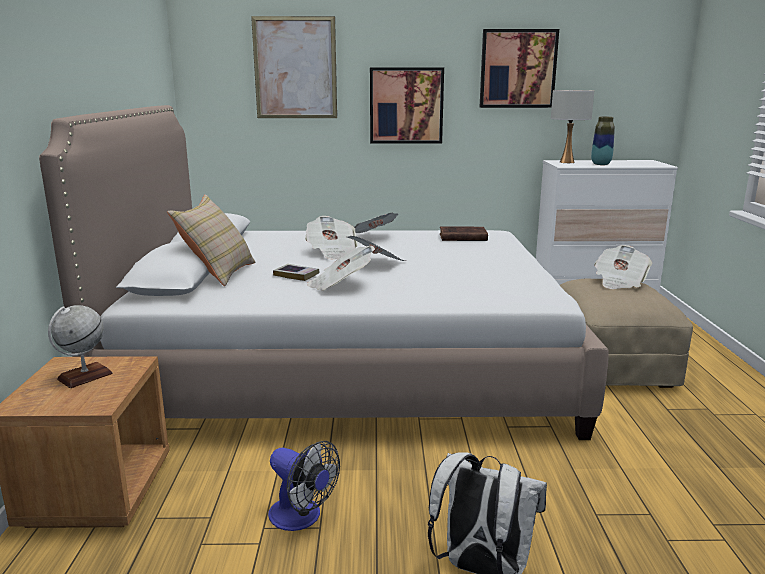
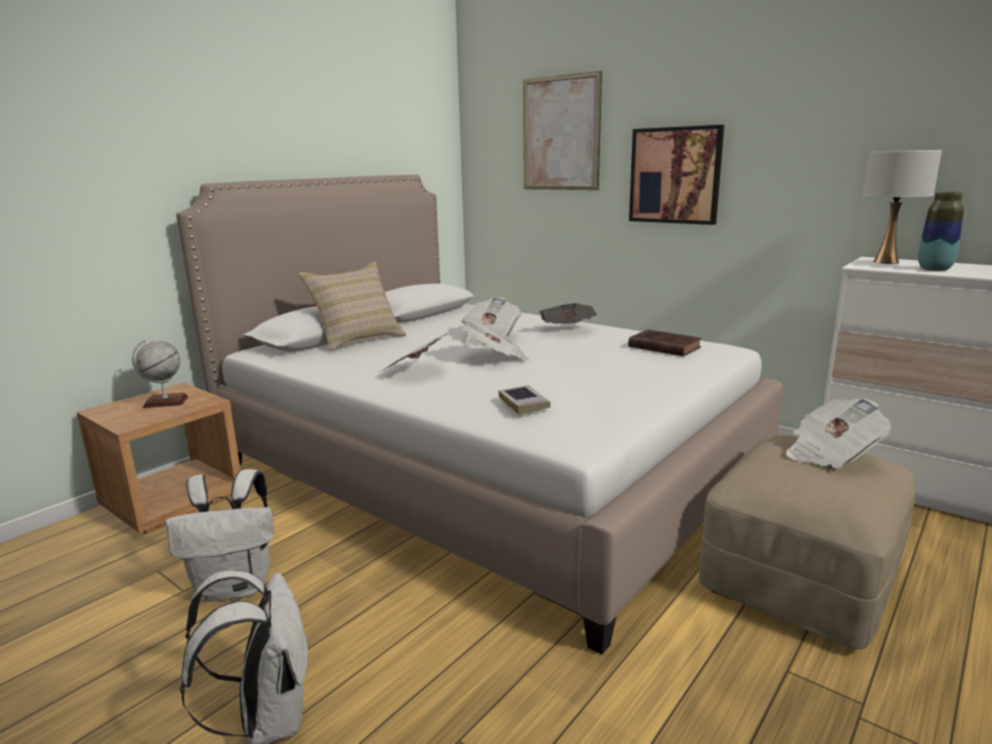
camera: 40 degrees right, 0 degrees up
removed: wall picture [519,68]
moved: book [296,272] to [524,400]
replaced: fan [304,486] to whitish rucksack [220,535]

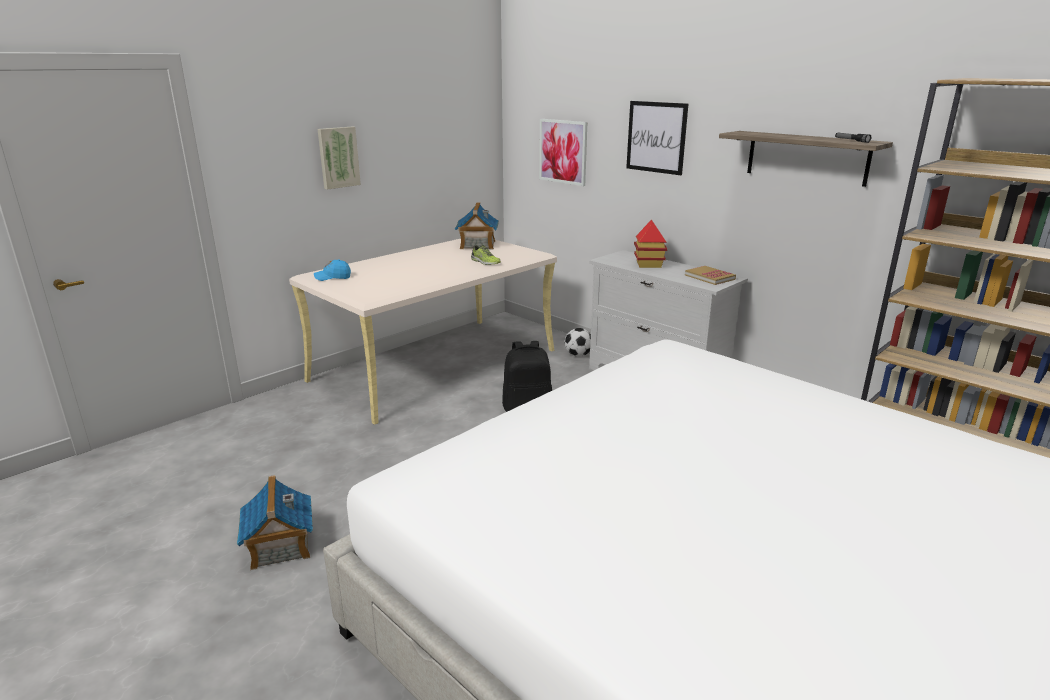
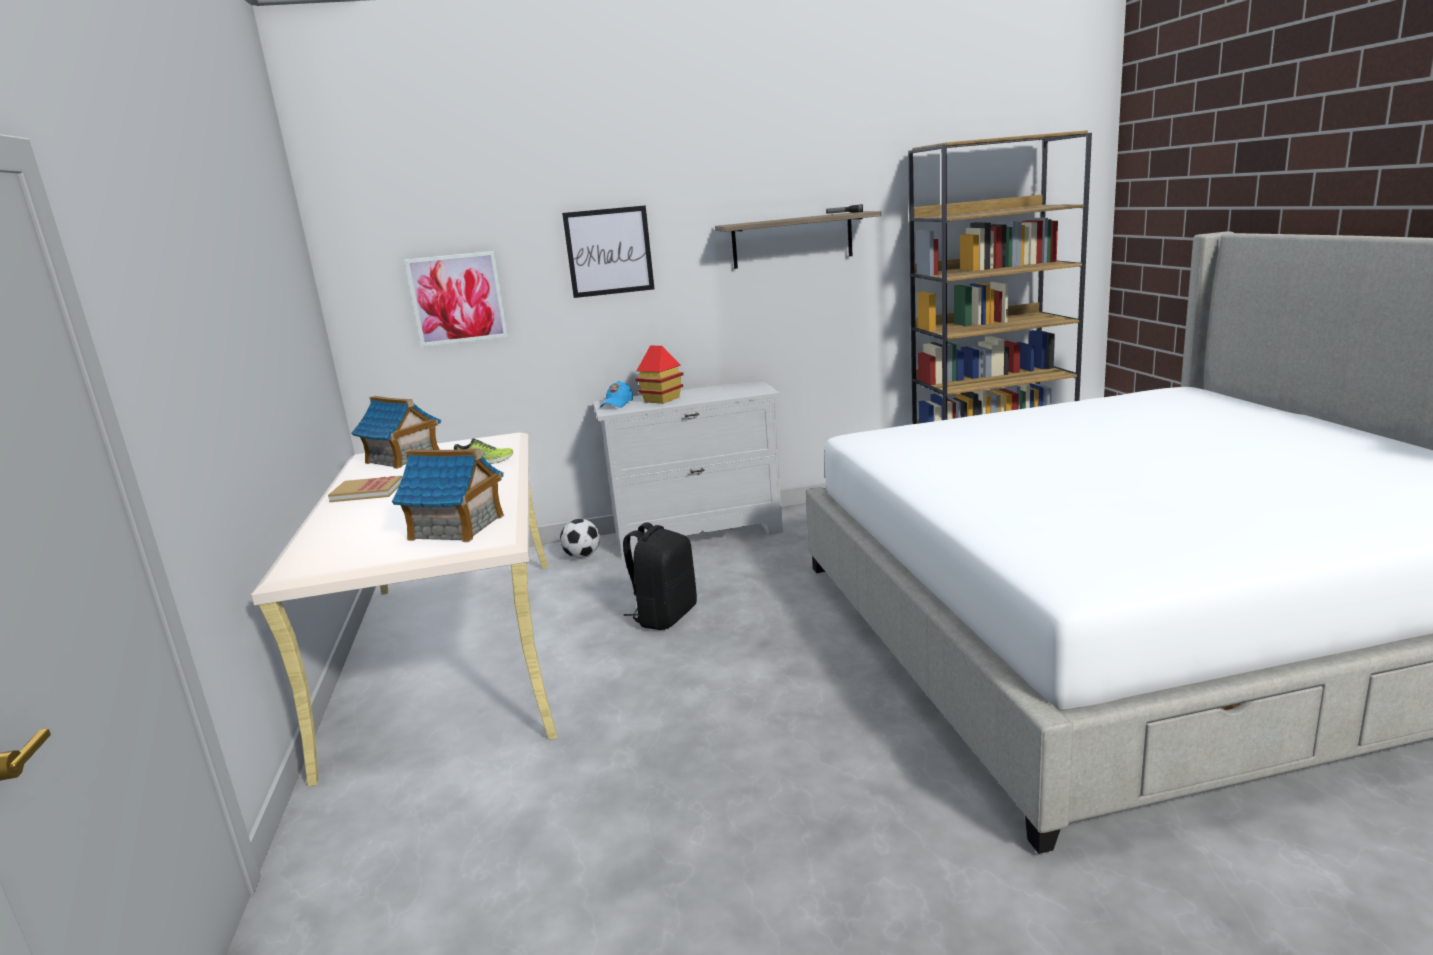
camera: 55 degrees left, 5 degrees down
removed: wall picture [339,158]
moved: book [710,275] to [365,489]; model house [275,522] to [448,495]; blue-coloured peaked cap [332,270] to [616,394]

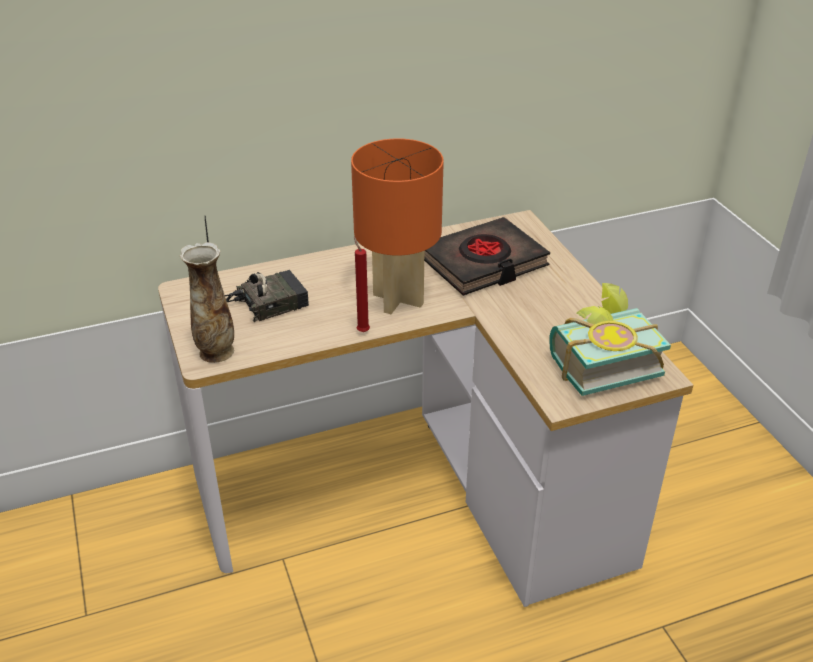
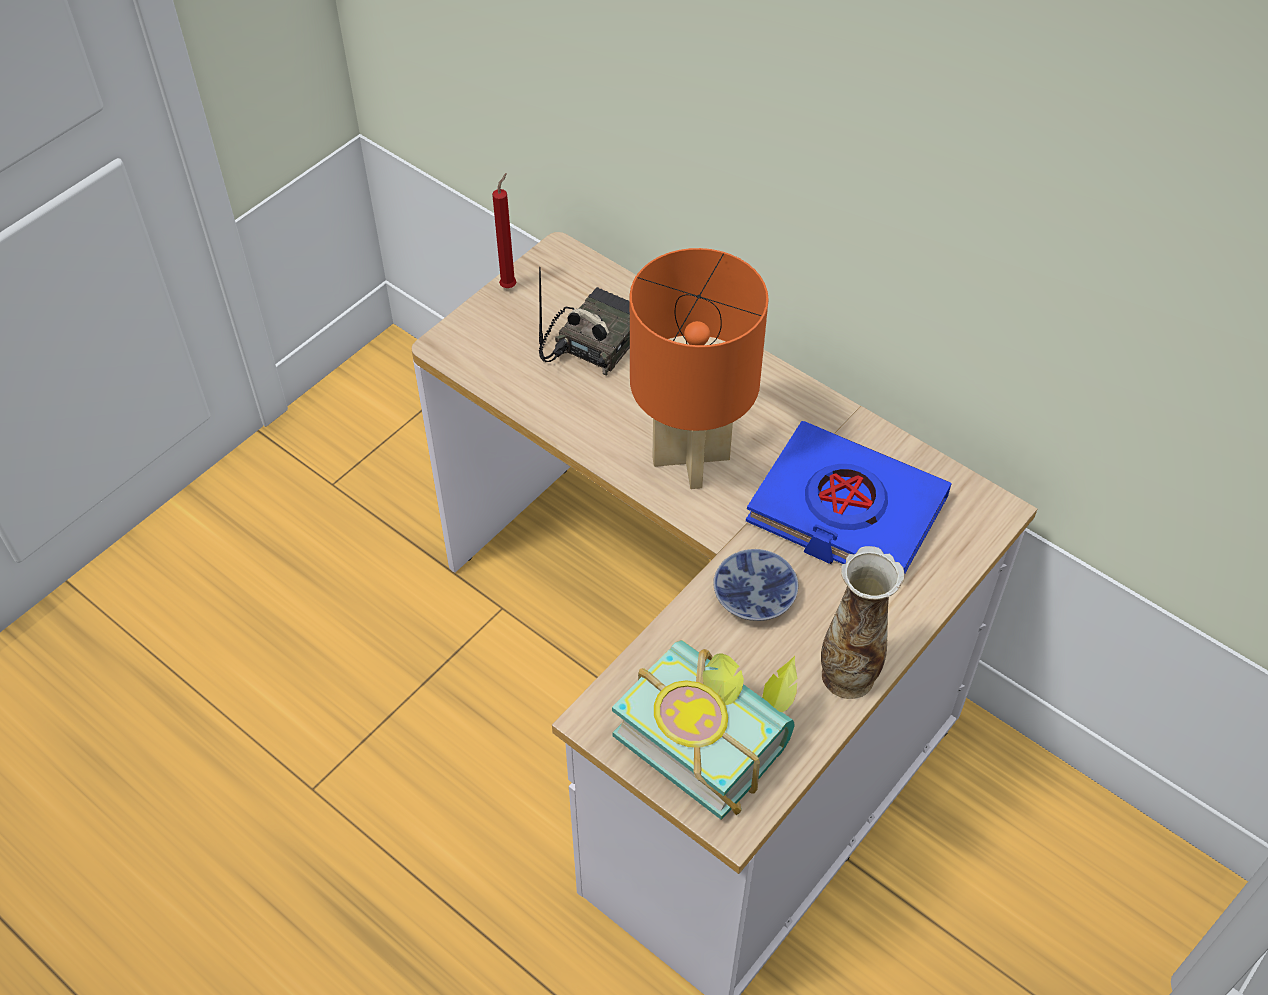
camera: 60 degrees right, 15 degrees up
added: deep dish [755,585]
moved: red wax light [362,284] to [504,230]; flower vase [206,302] to [863,622]
recoloured: black-coloured book [487,256] to blue-coloured book [849,497]
turned: radio receiver [257,269] = [584,321] 90 degrees counterclockwise

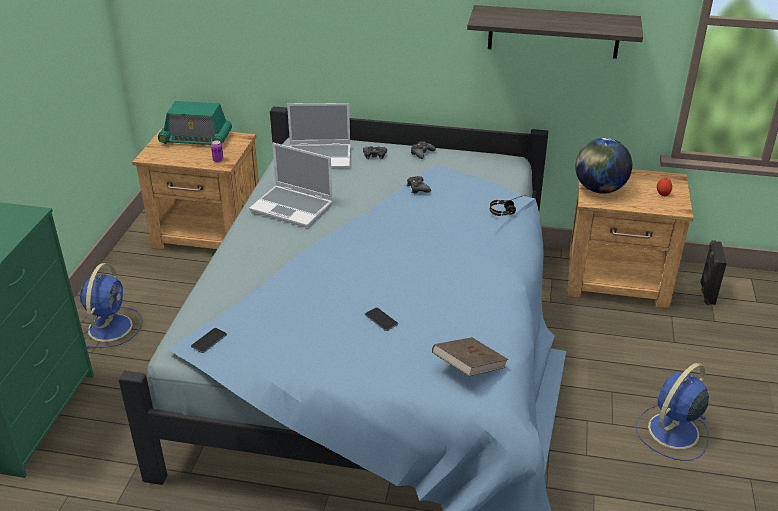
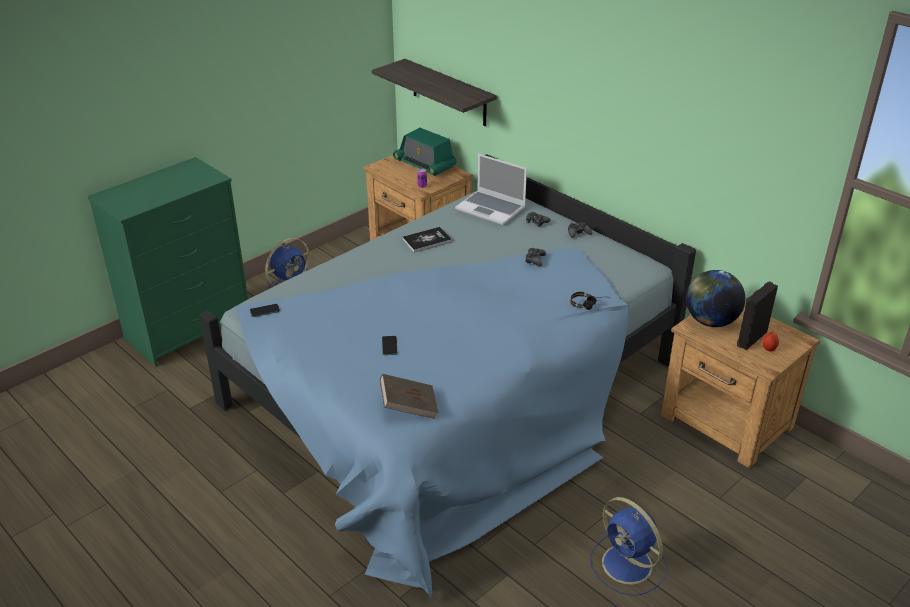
camera: 35 degrees right, 0 degrees up
moved: bracket shelf [555,32] to [434,92]; black-coloured loudspeaker [713,272] to [757,315]
replaced: laptop [291,185] to book [427,240]
turned: blue-coloured fan [672,412] = [628,546] 120 degrees counterclockwise

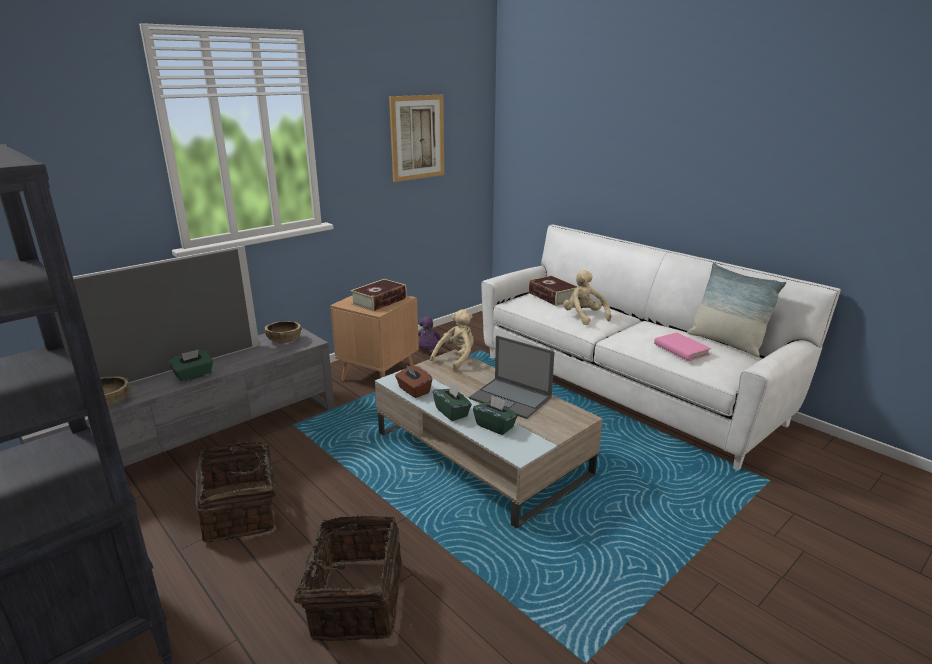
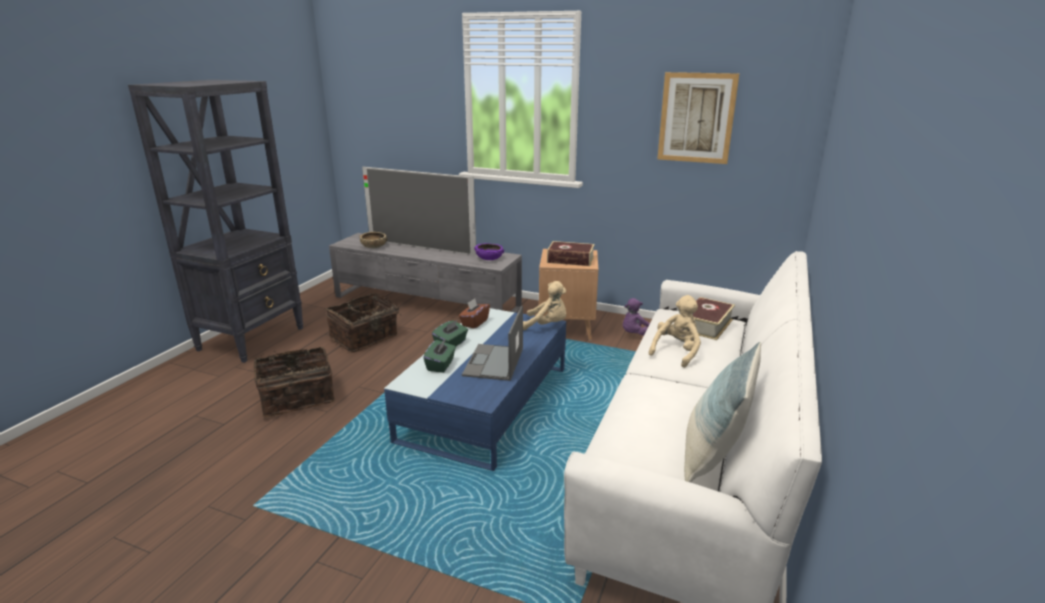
camera: 65 degrees right, 0 degrees up
removed: greenish box of tissues [190,366]; pink book [682,346]
recoloured: beige-coloured coffee table [489,439] to blue-coloured coffee table [475,389]; brownish deep dish [283,332] to purple deep dish [489,251]

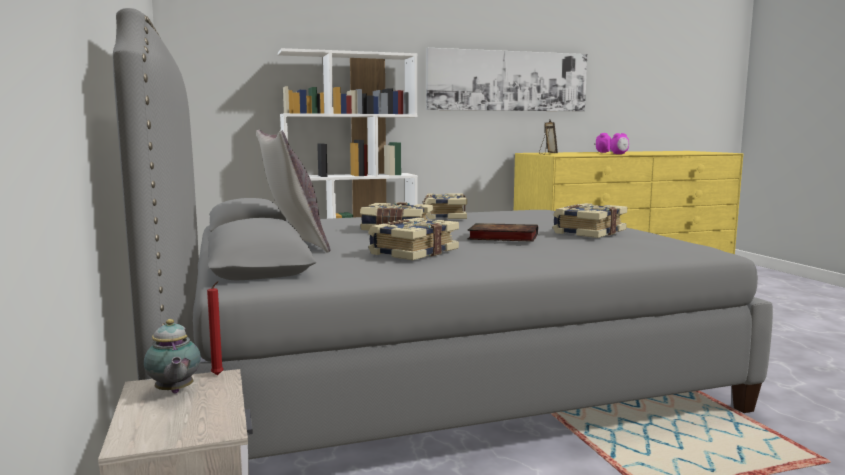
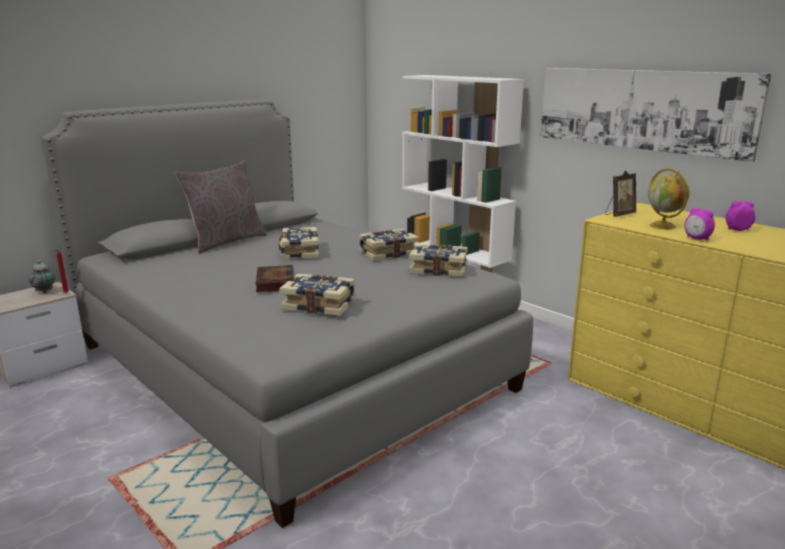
camera: 65 degrees right, 10 degrees up
added: globe [669,198]
moved: book [413,239] to [438,260]
turned: pot for tea [172,356] = [41,277] 105 degrees clockwise

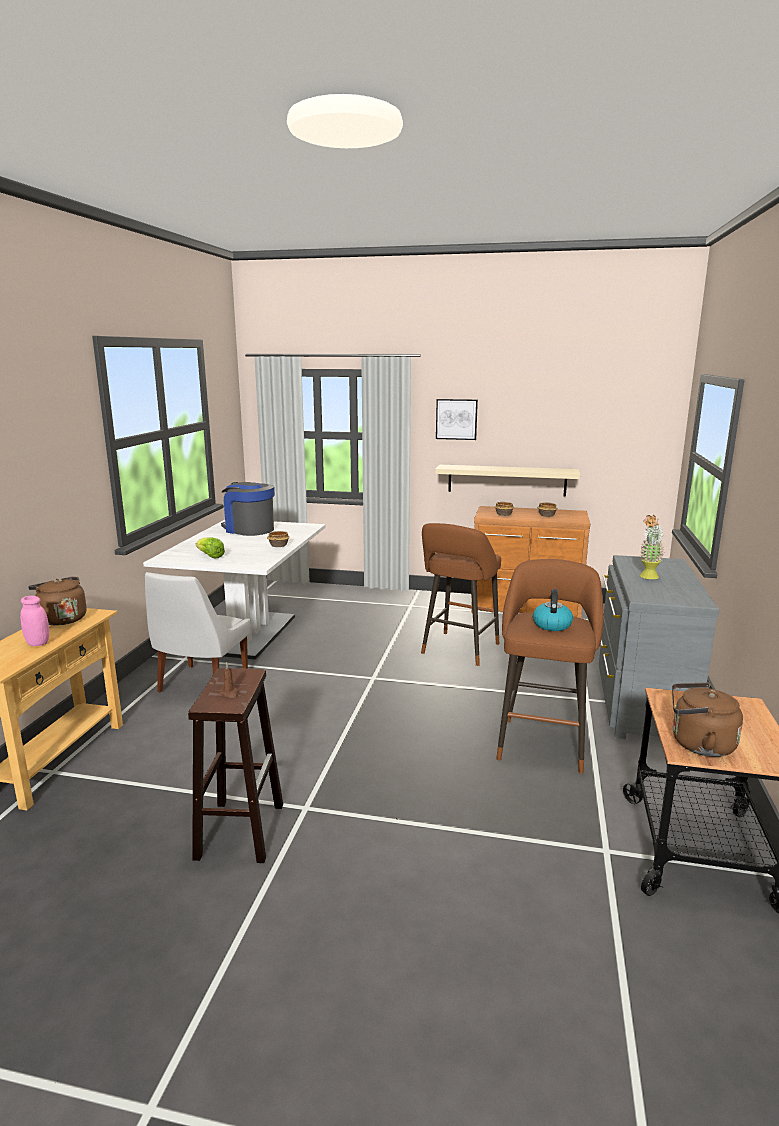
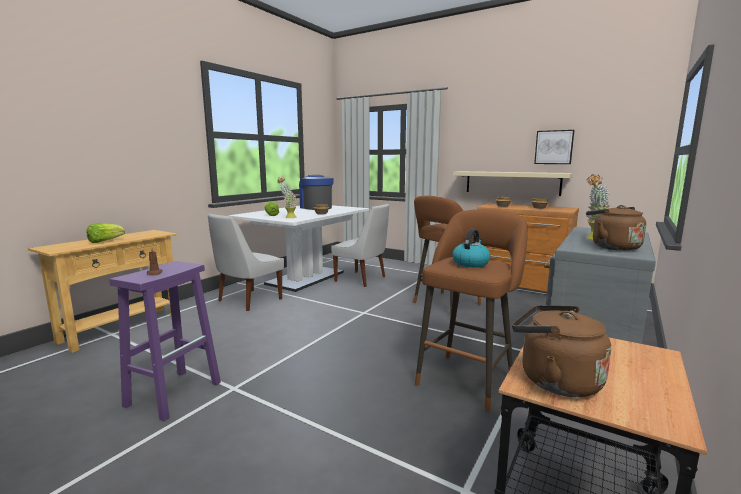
camera: 20 degrees right, 5 degrees down
added: potted plant [287,197]; whitish upright chair [360,245]
moved: wall picture [457,419] to [554,147]; brownish tea kettle [57,601] to [616,228]
replaced: pink storage jar [34,621] to lettuce [106,233]
recoloured: brownish stool seat [235,765] to purple stool seat [165,341]

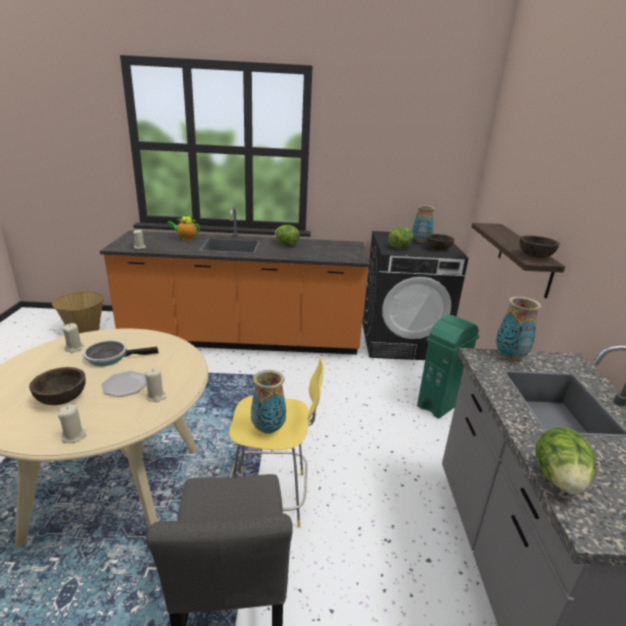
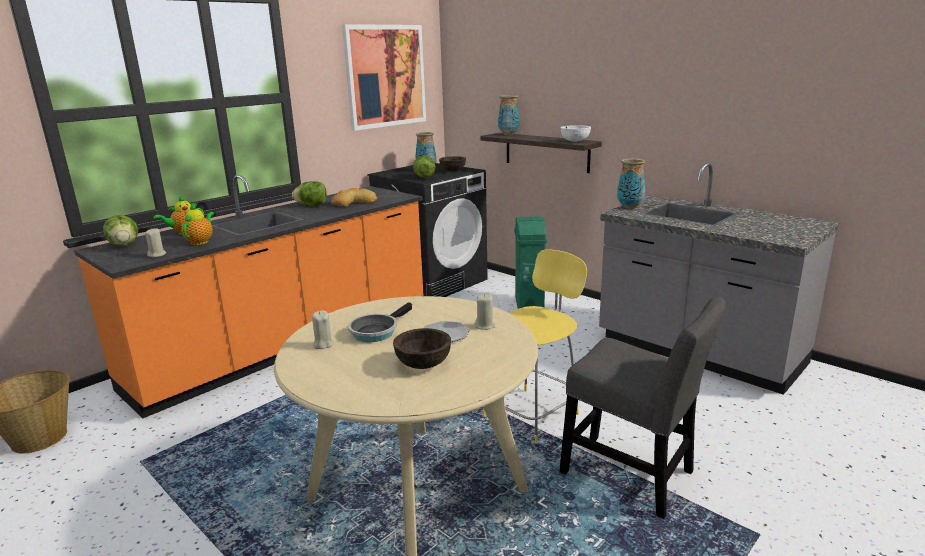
camera: 45 degrees left, 5 degrees down
removed: beige-coloured wax light [72,424]
added: pot for tea [197,224]; bread [354,197]; wall picture [384,77]
moved: lettuce [566,460] to [120,230]; flower vase [268,402] to [509,115]
recoloured: brownish deep dish [539,247] to whitish deep dish [575,133]

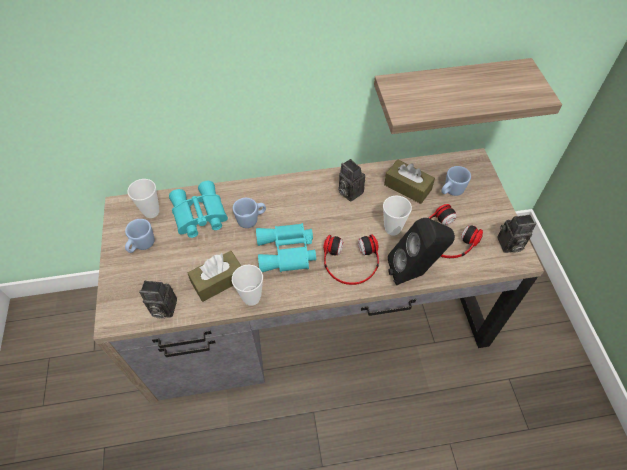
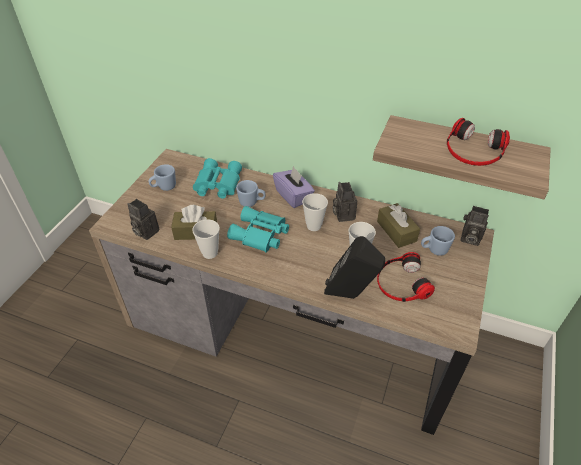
camera: 30 degrees right, 10 degrees down
added: purple box of tissues [294,187]
moved: small cup [143,198] to [315,212]; headphones [351,259] to [478,142]; photo camera [517,234] to [475,226]

